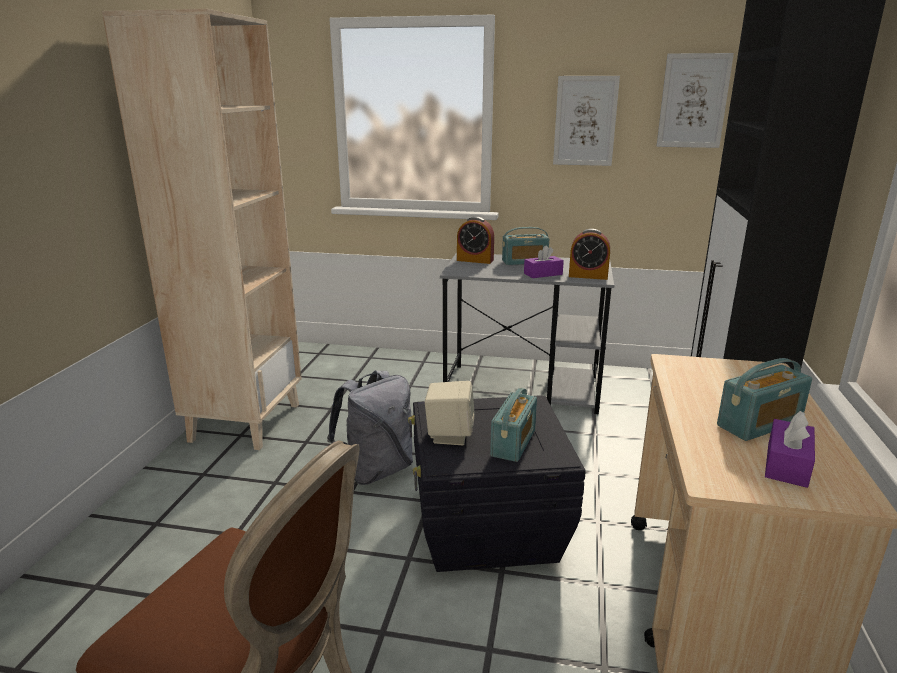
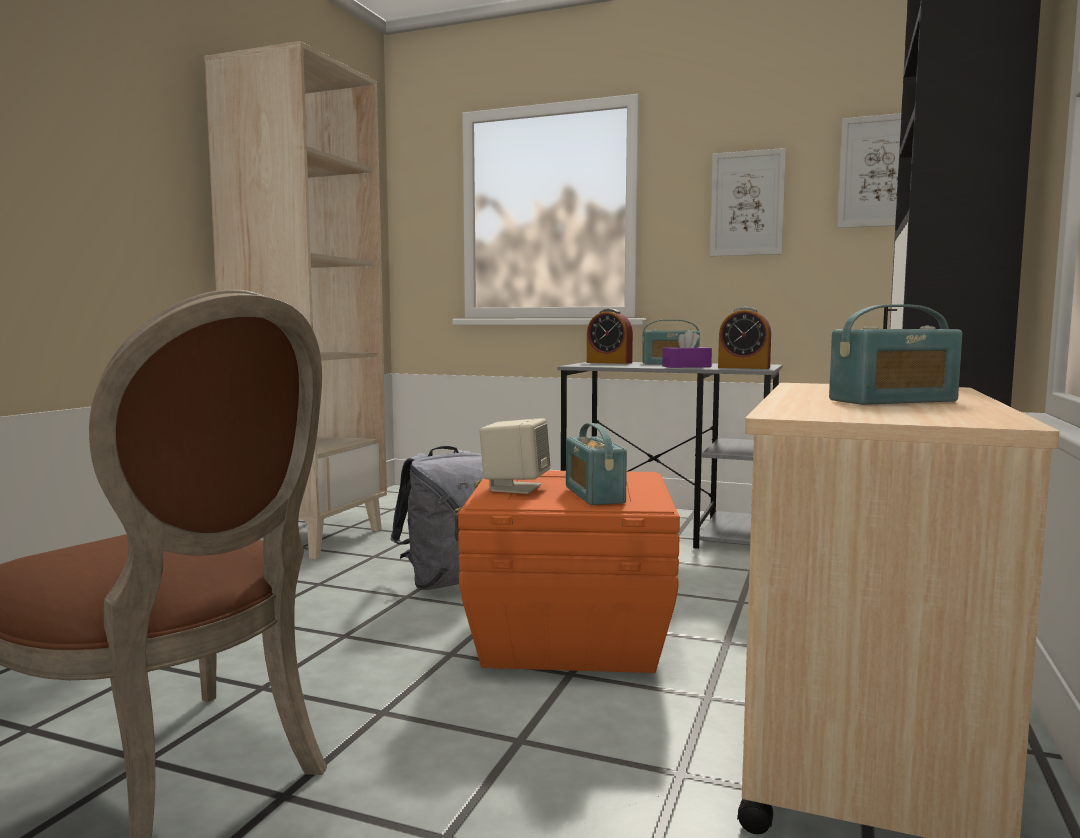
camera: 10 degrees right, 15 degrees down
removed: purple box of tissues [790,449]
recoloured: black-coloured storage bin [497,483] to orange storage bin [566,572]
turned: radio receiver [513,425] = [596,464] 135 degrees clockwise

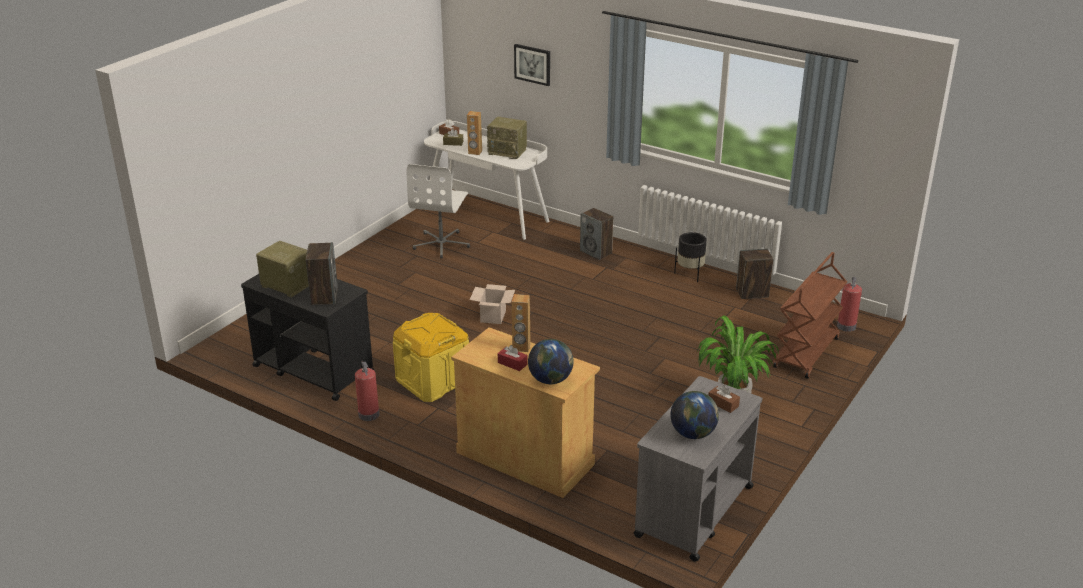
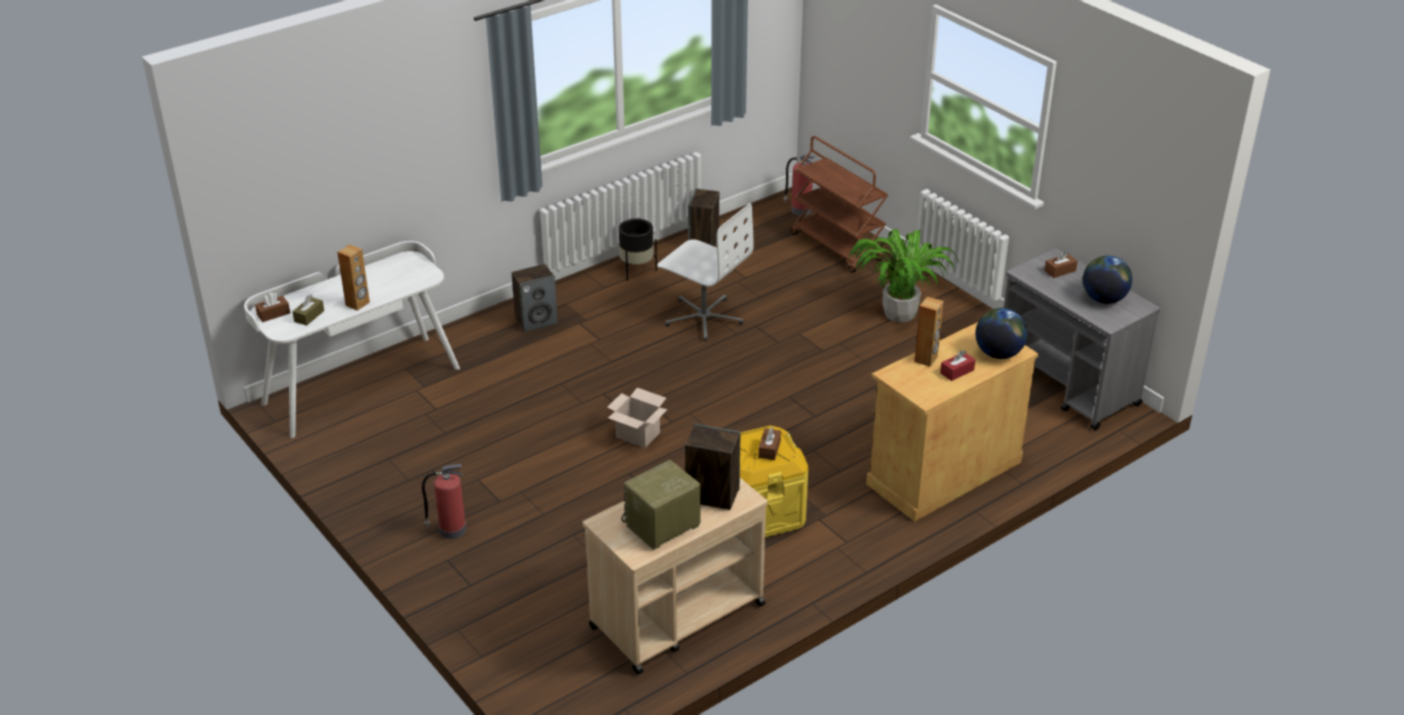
camera: 70 degrees left, 5 degrees up
removed: radio receiver [507,138]; wall picture [532,65]
added: brownish box of tissues [769,443]
moved: fire-fighting cylinder [367,391] to [444,501]; whitish office chair [438,211] to [705,272]
recoloured: black-coloured cart [307,337] to beige-coloured cart [674,576]

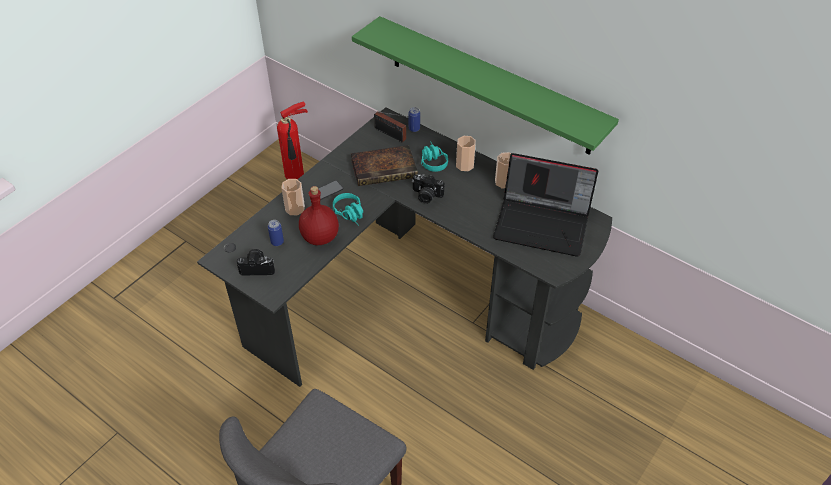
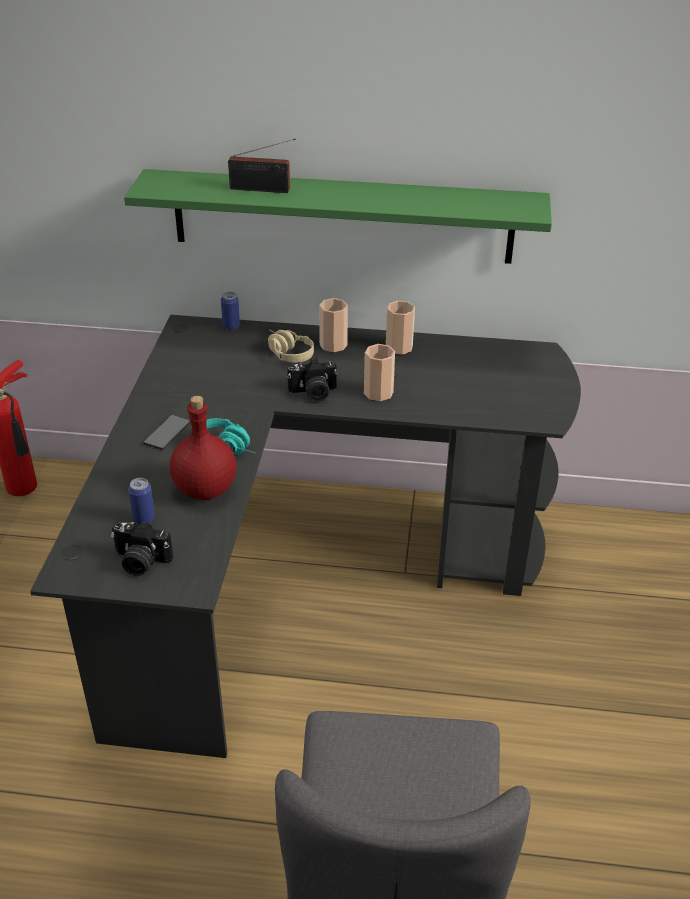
camera: 30 degrees left, 10 degrees down
removed: book [384,165]; laptop [545,205]
moved: radio receiver [391,126] to [262,166]; small cup [293,197] to [379,372]
recoloured: turquoise-coloured headphones [434,156] to beige-coloured headphones [291,346]
turned: photo camera [256,262] = [142,549] 135 degrees counterclockwise

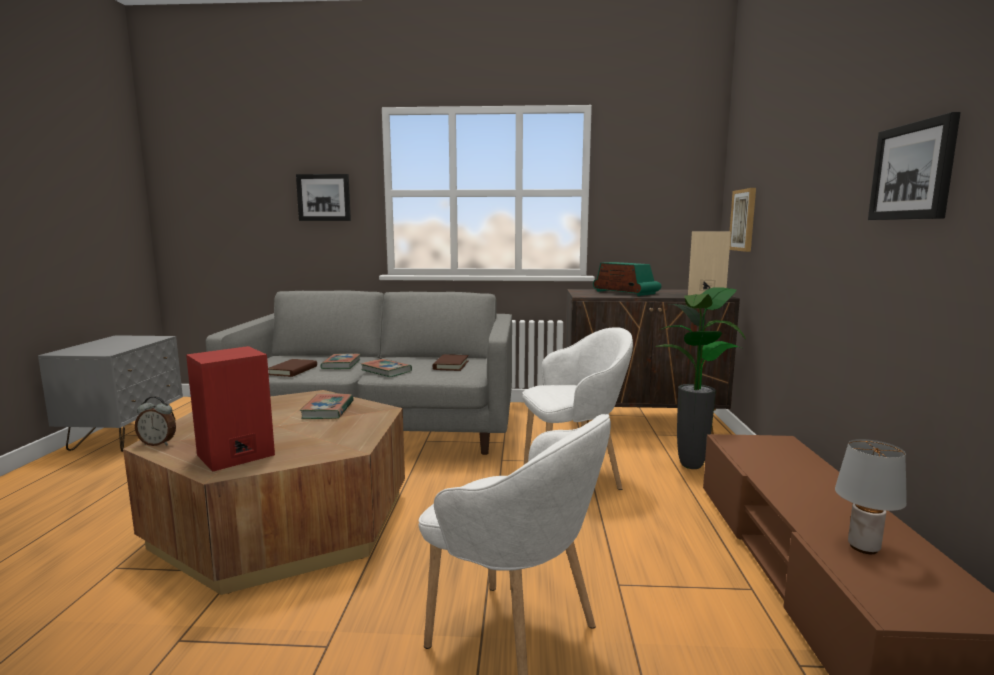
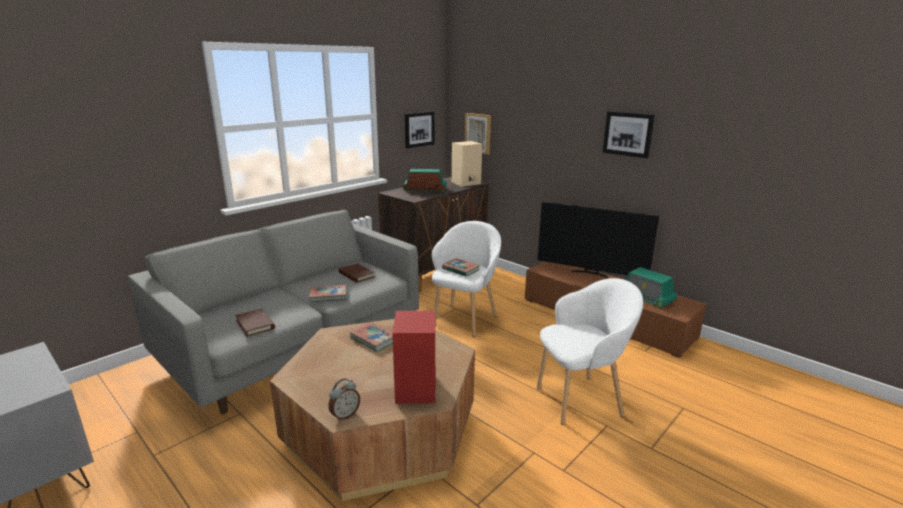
camera: 50 degrees left, 10 degrees up
removed: potted plant [700,378]
added: television [598,239]
moved: wall picture [323,197] to [419,129]; book [340,361] to [461,267]
replaced: gray tabletop lamp [871,496] to radio receiver [652,288]

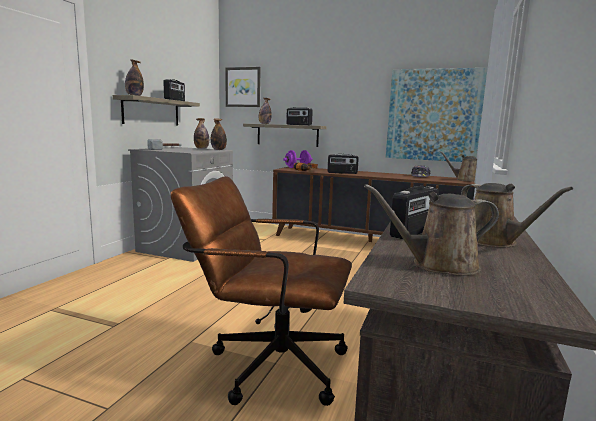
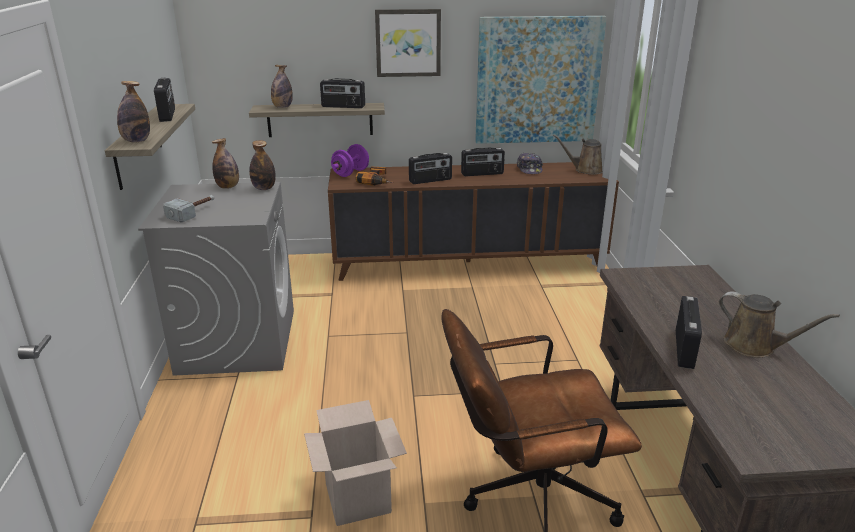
camera: 25 degrees left, 15 degrees up
removed: brownish watering can [431,230]
added: cardboard box [355,463]; radio receiver [483,161]
moved: wall picture [243,87] to [408,43]

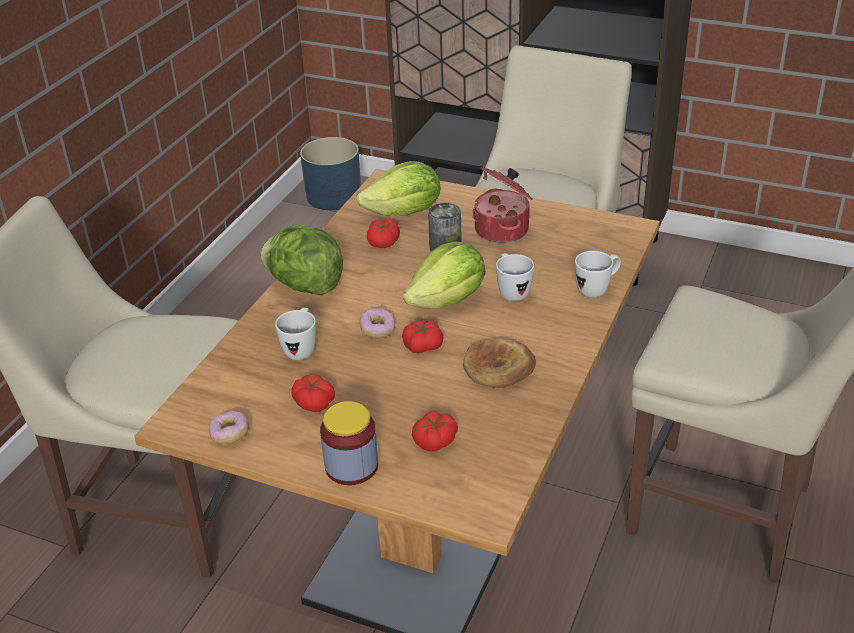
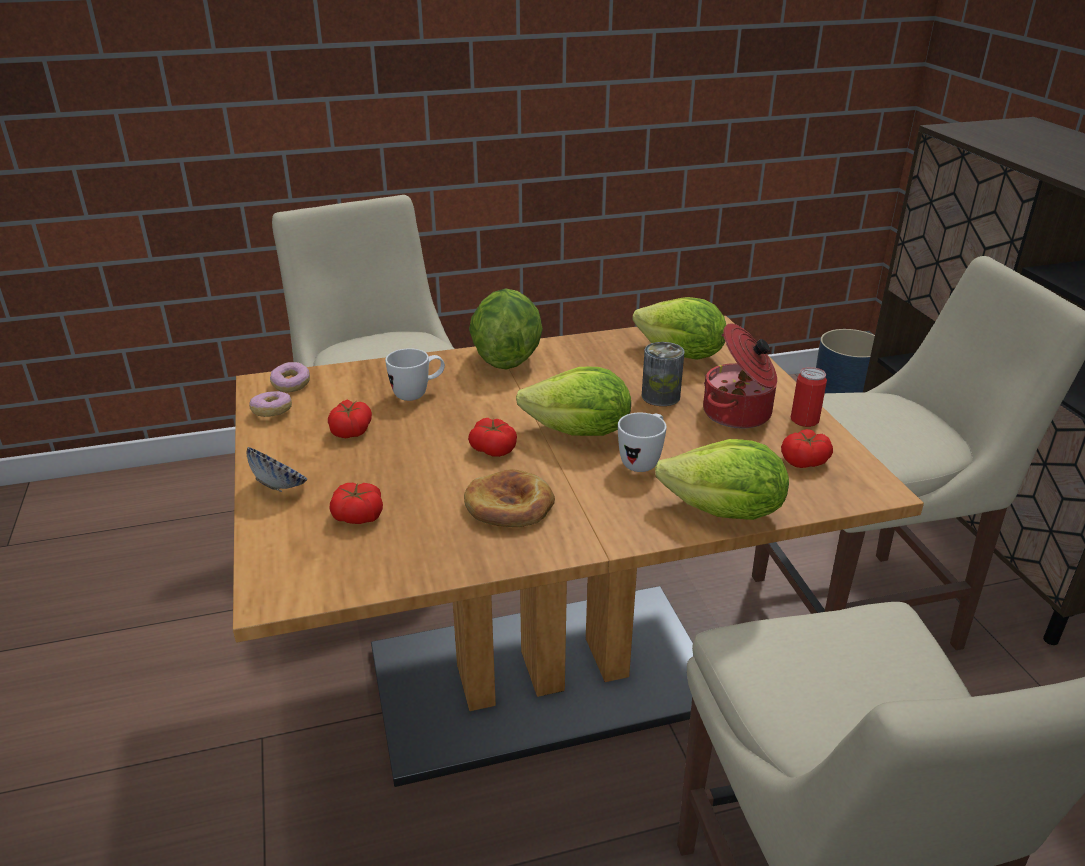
camera: 50 degrees right, 5 degrees down
added: can [809,397]
moved: ring doughnut [377,323] to [290,377]; tomato [383,233] to [807,448]
replaced: storage jar [349,443] to deep dish [277,469]; whitish coffee mug [598,274] to lettuce [722,479]

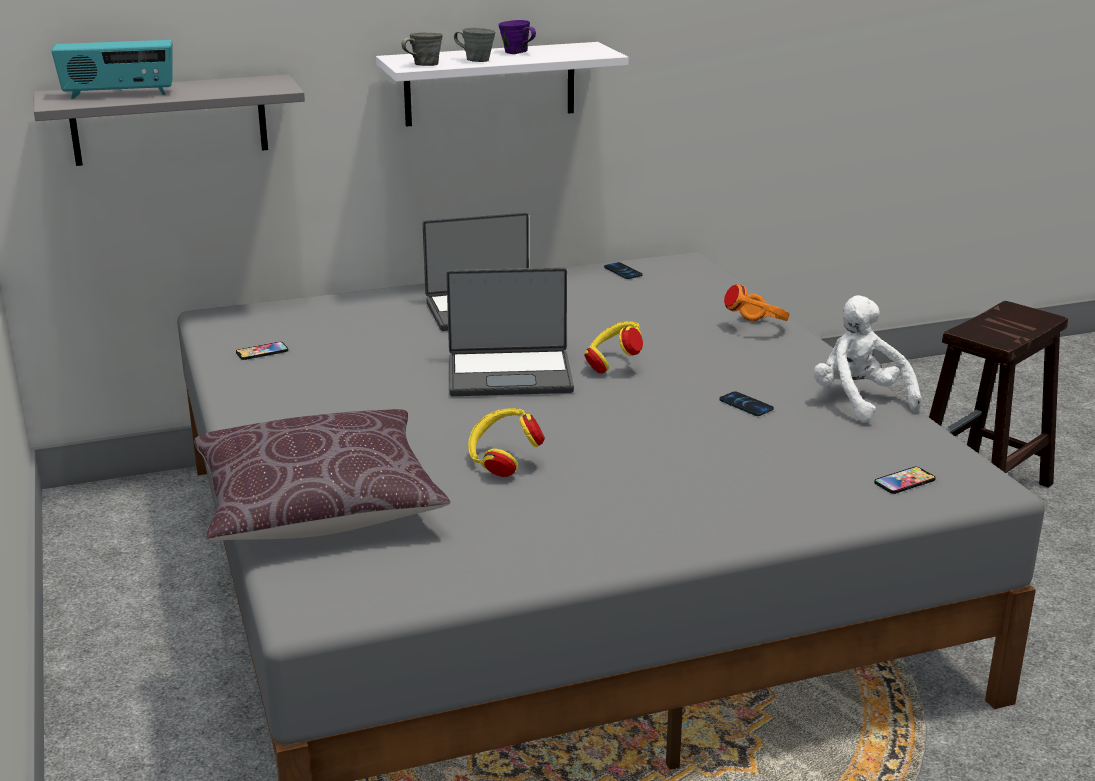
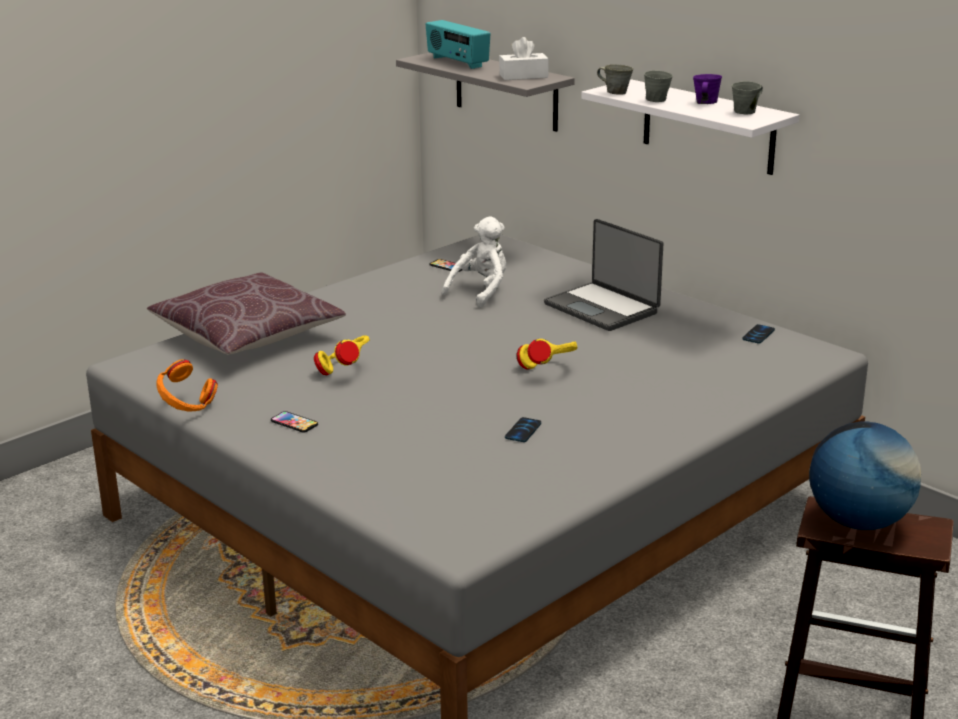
camera: 65 degrees right, 0 degrees up
removed: laptop [510,331]
added: whitish box of tissues [524,58]; gray coffee mug [747,98]; globe [865,476]
moved: orange headphones [756,302] to [187,385]; handset [905,480] to [294,422]; whitish cuddly toy [867,358] to [474,262]

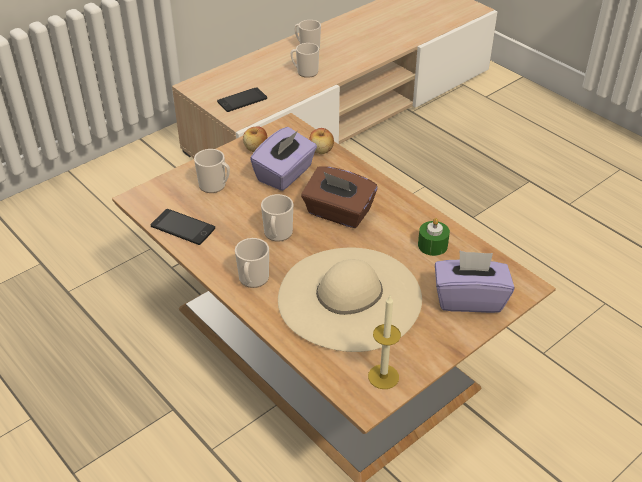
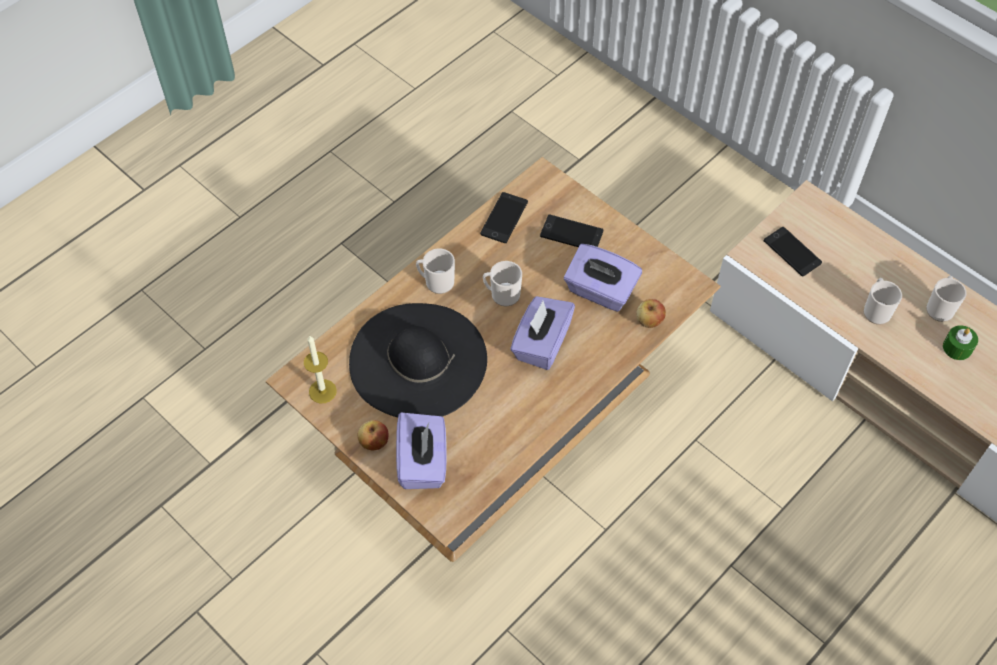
camera: 85 degrees right, 15 degrees up
moved: apple [255,139] to [373,435]; greenish wax light [434,237] to [960,342]
replaced: coffee mug [212,171] to handset [571,231]
recoloured: beige-coloured wearable hat [350,300] to black-coloured wearable hat [418,360]; brownish box of tissues [339,197] to purple box of tissues [542,333]

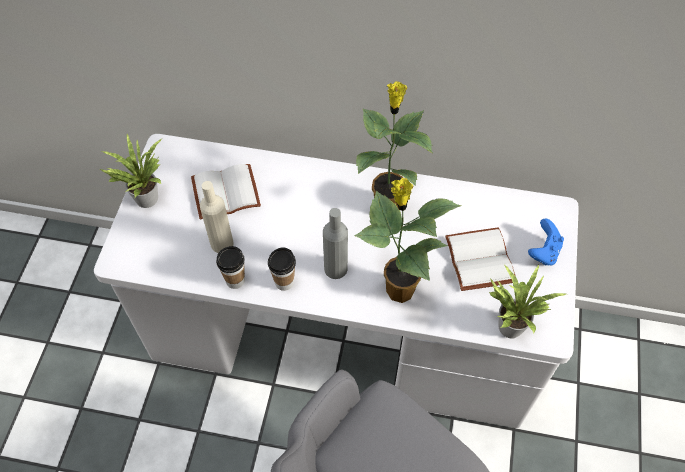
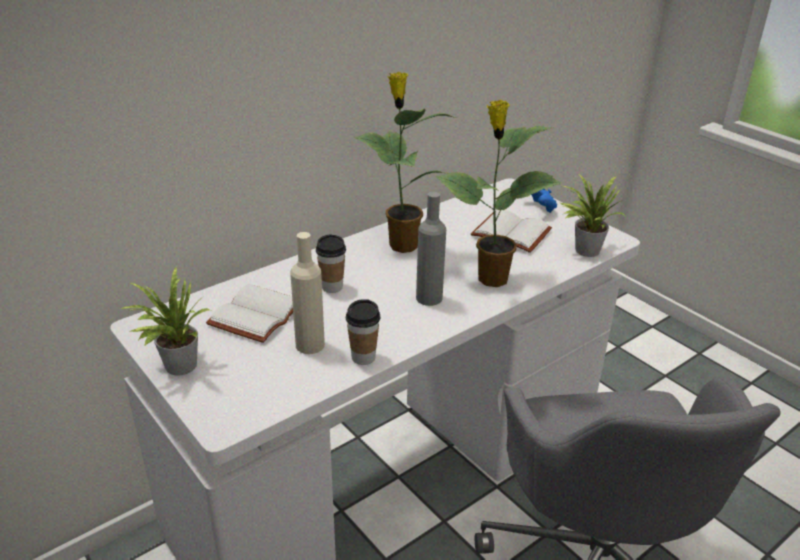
camera: 50 degrees left, 25 degrees down
moved: small cup [282,269] to [331,263]

